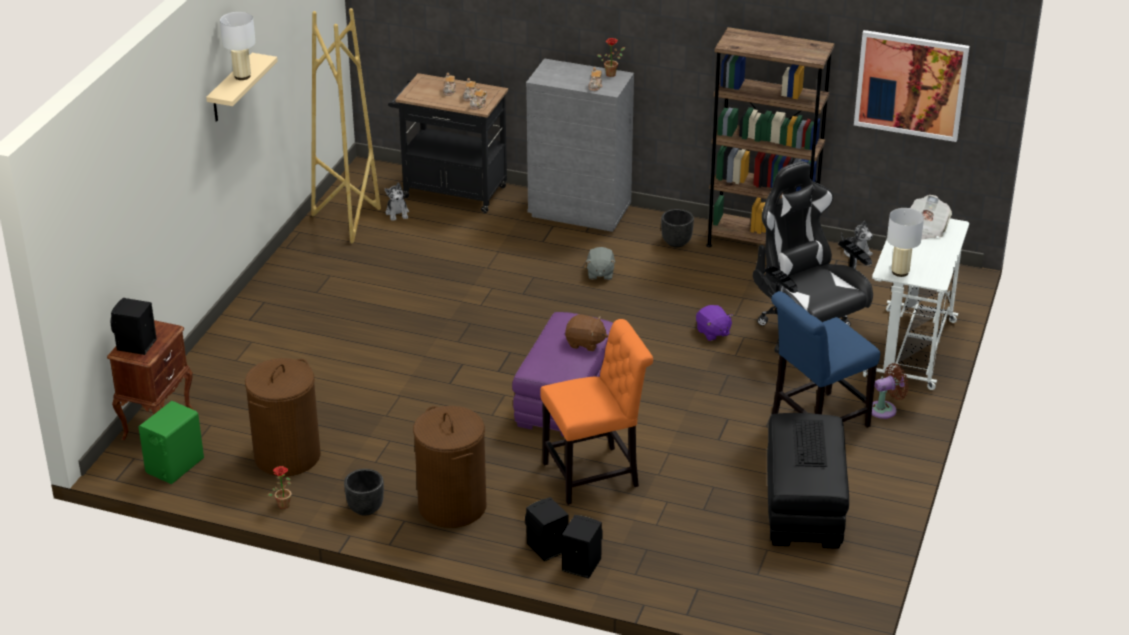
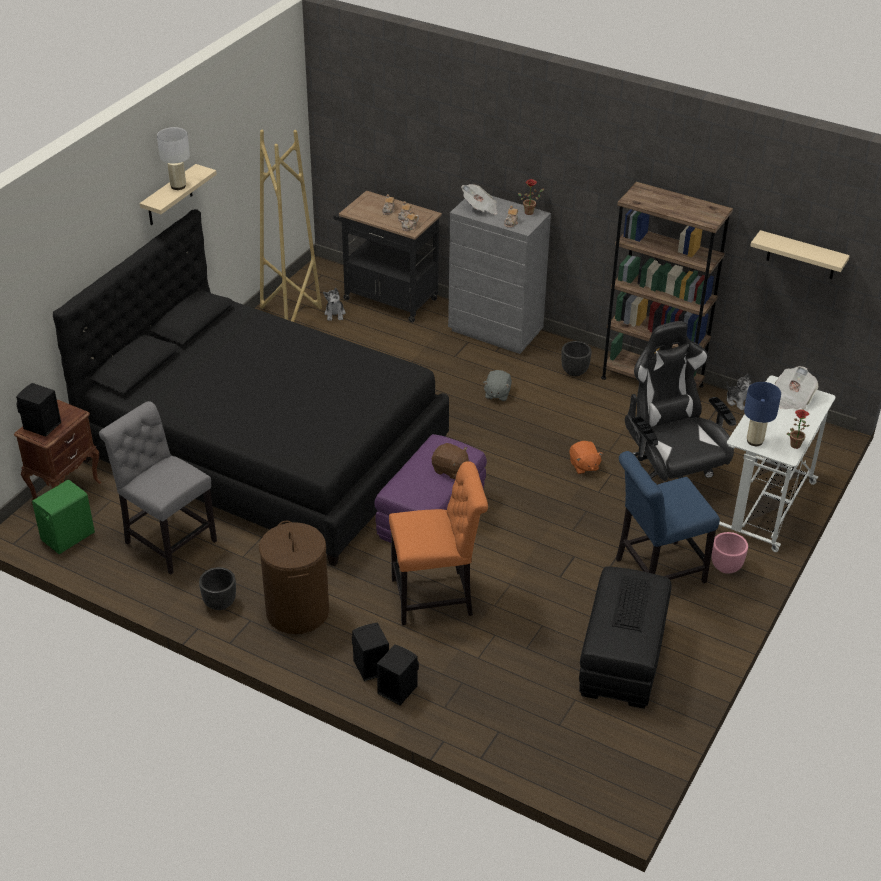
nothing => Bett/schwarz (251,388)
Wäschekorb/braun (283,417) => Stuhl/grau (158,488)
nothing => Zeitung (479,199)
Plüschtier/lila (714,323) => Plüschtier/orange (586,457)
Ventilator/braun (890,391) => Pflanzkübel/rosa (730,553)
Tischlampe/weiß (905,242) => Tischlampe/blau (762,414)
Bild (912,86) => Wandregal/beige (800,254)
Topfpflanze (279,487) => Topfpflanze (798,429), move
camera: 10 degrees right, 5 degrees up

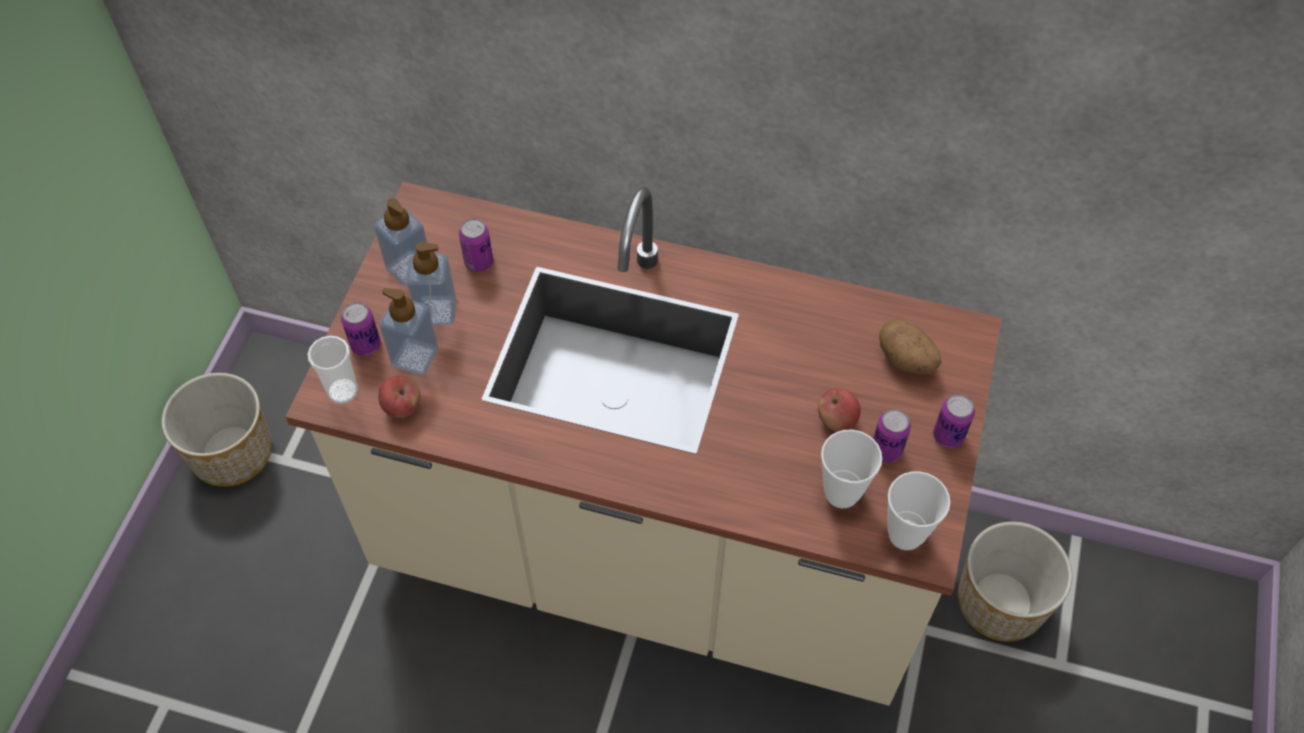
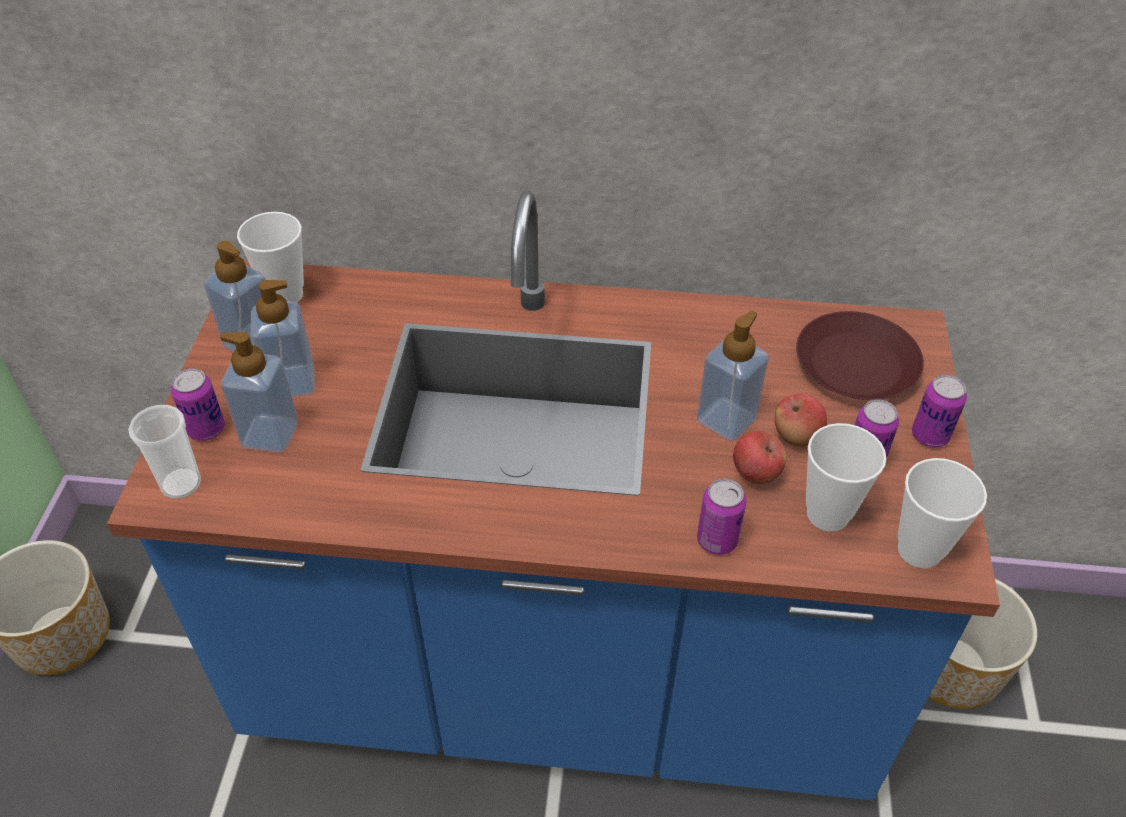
Küchenzeile/beige (643,444) => Küchenzeile/blau (553,495)
nothing => Tasse (270,257)
nothing => Seifenspender (733,376)
Dose (476,245) => Dose (721,517), move
Apfel (399,396) => Apfel (760,457), move
Kartoffel (910,347) => Teller/braun (860,355)
camera: 10 degrees left, 10 degrees down

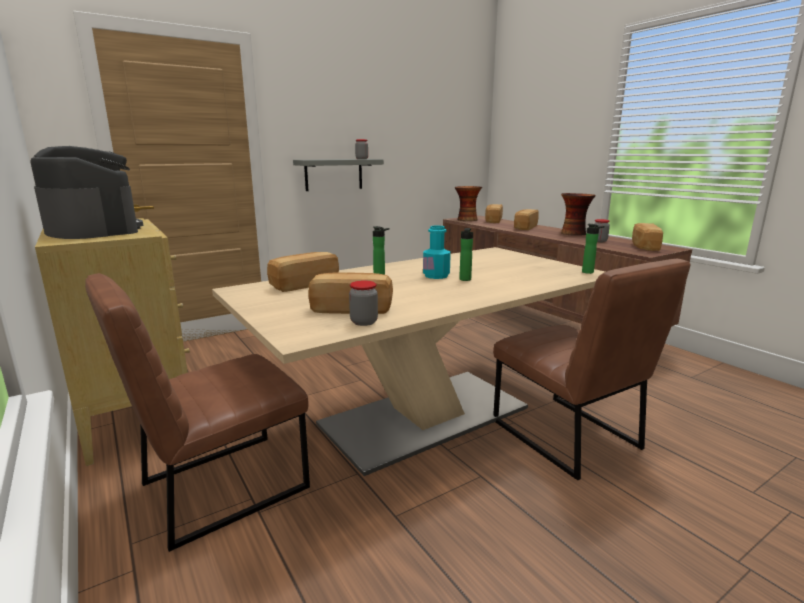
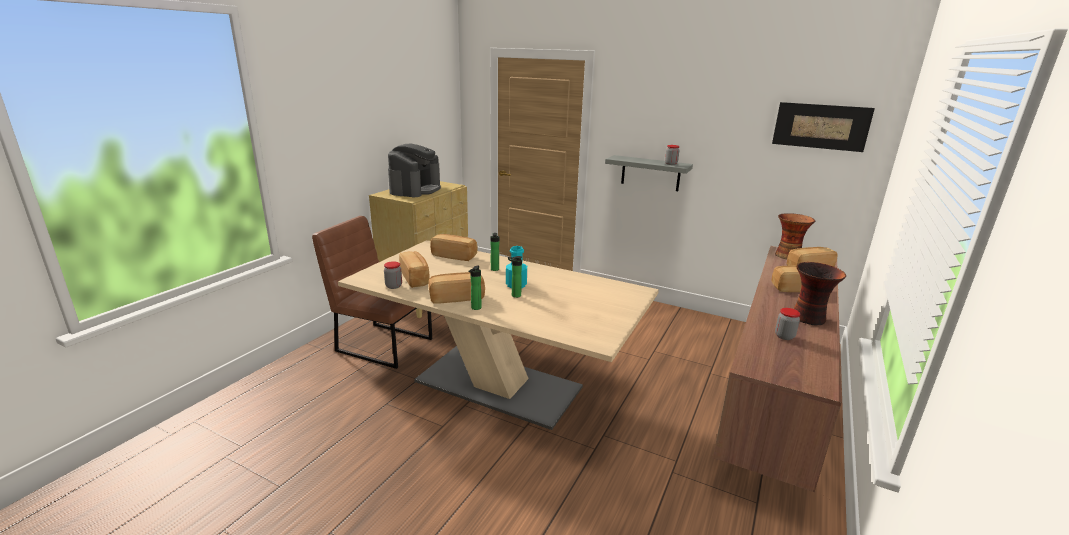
Brot (647,237) => Brot (456,288), move
Flasche (593,249) => Flasche (474,288), move
nothing => Bild (823,127)
Stuhl/braun (592,369) => nothing
camera: 60 degrees right, 5 degrees up

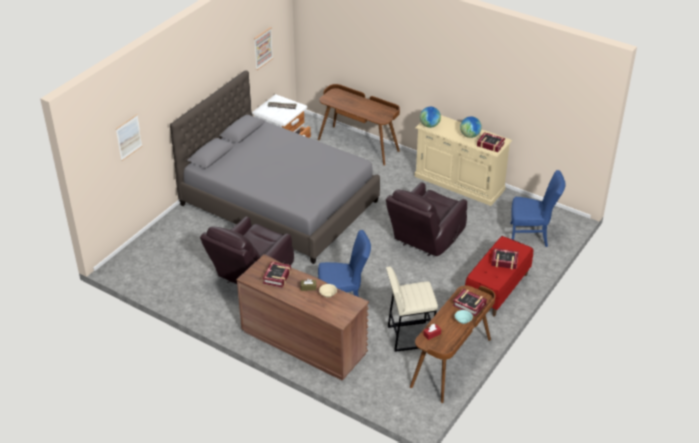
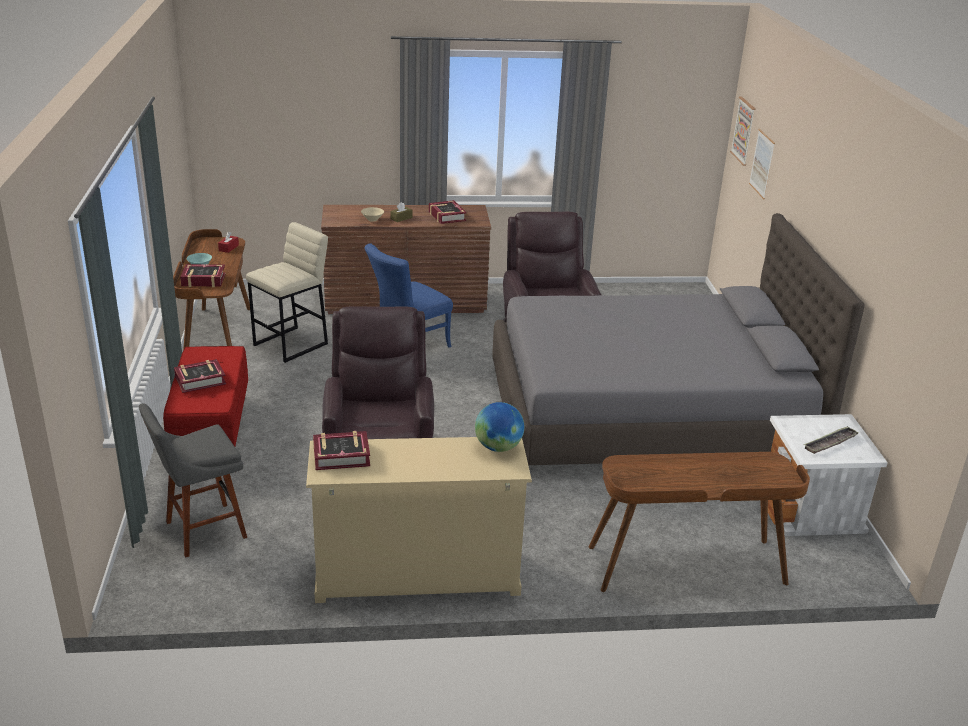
Stuhl/blau (538,208) => Hocker/grau (193,480)
Bild (263,48) => Bild (743,131), move
Globus (471,127) => nothing
camera: 140 degrees right, 10 degrees down

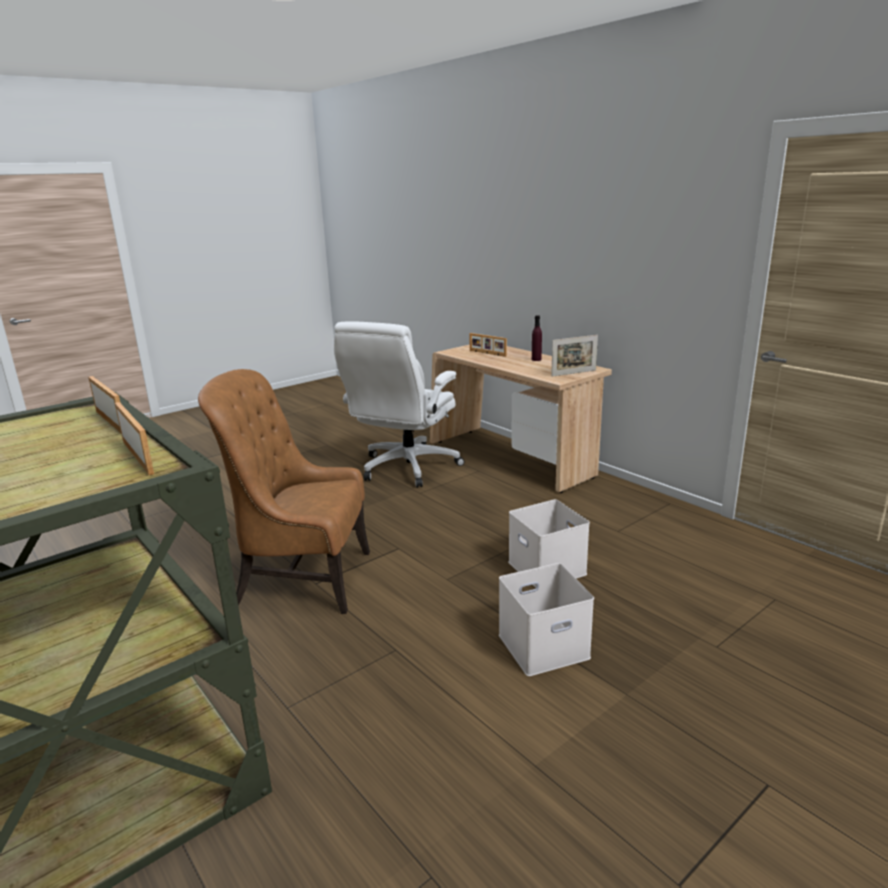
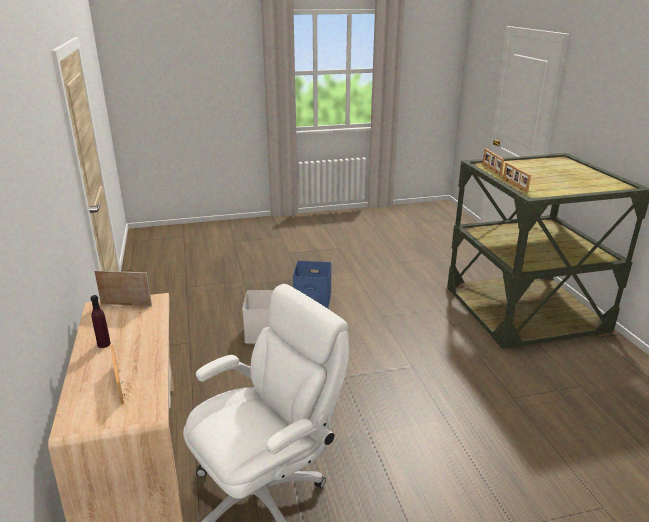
Aufbewahrungsbox/weiß (546,619) => Aufbewahrungsbox/blau (312,285)
Stuhl/braun (284,491) => nothing
camera: 155 degrees left, 5 degrees up

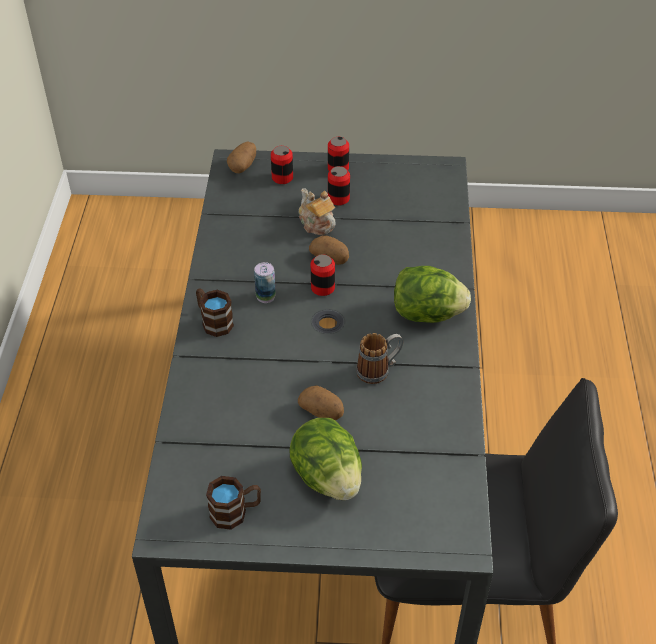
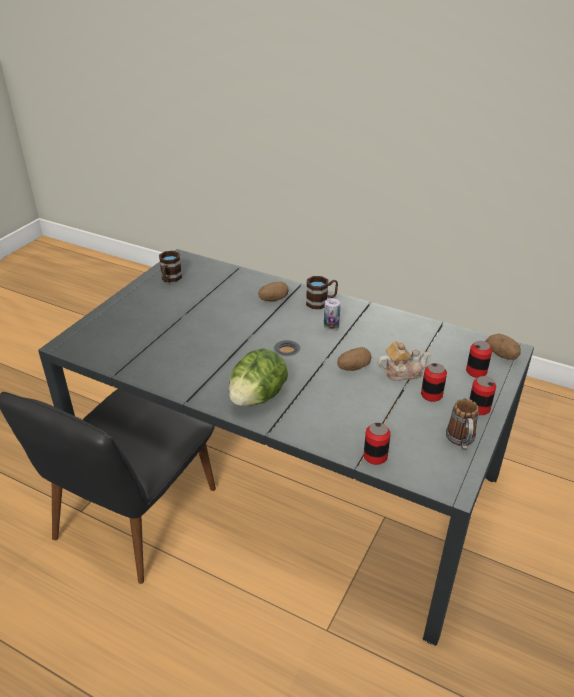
Kartoffel (321,403) => Kartoffel (274,291), move
Dose (323,275) => Dose (377,444), move
Henkelbecher (379,358) => Henkelbecher (462,424), move
Salatkopf (325,459) => nothing
camera: 115 degrees right, 10 degrees down

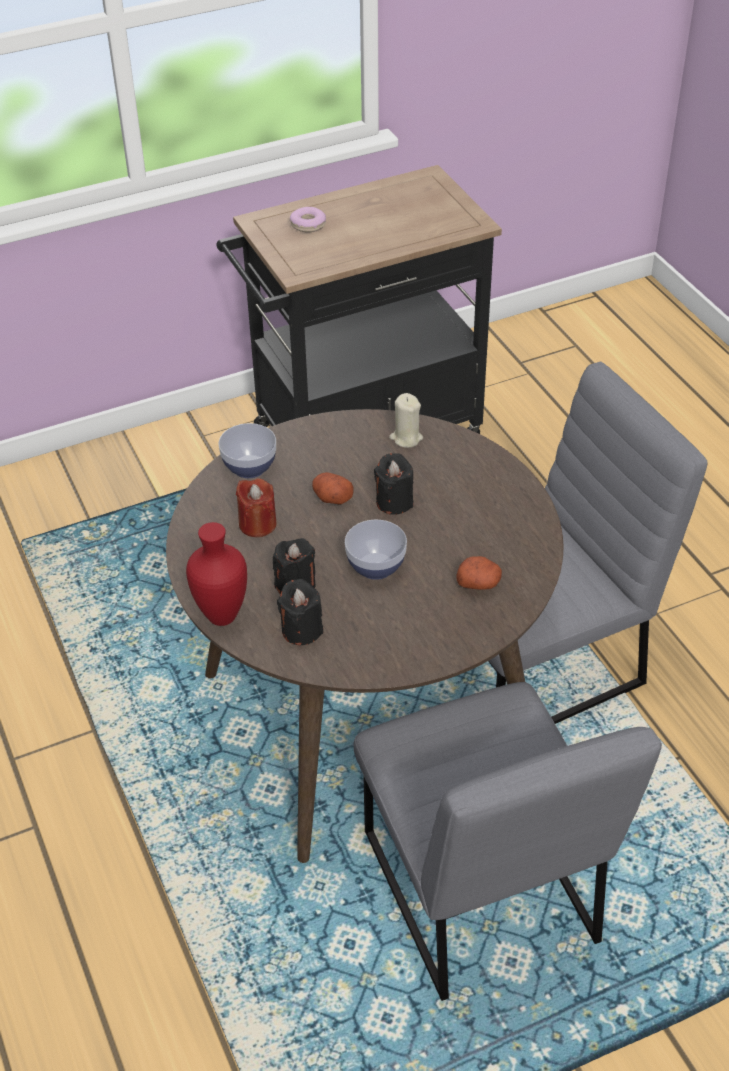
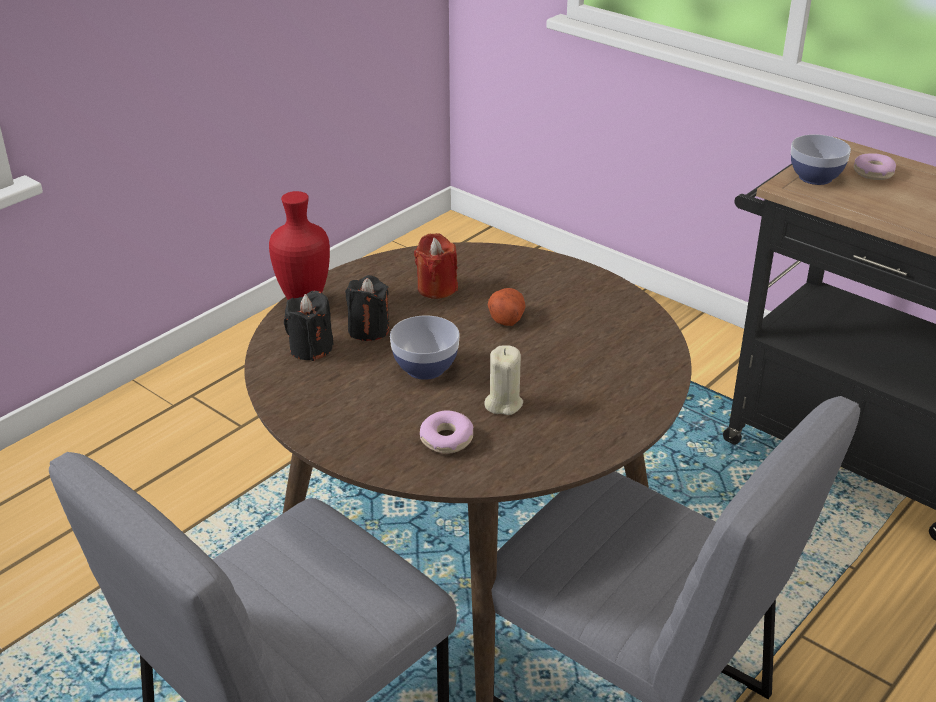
Kartoffel (479,573) => Donut (446,432)
Kerze/beige (406,420) => Kerze/beige (504,380), move
Schüssel (247,450) => Schüssel (821,159), move
Kerze/schwarz (394,484) => nothing
camera: 65 degrees right, 10 degrees down

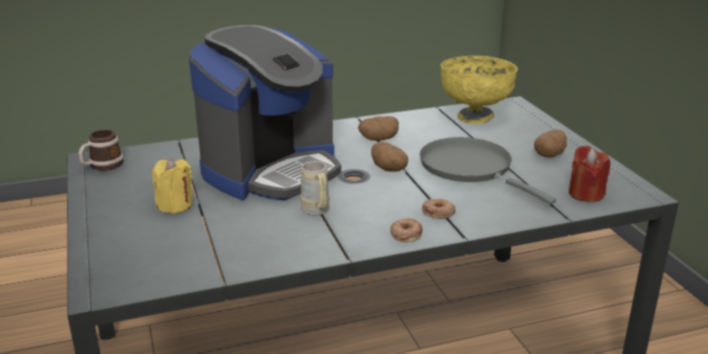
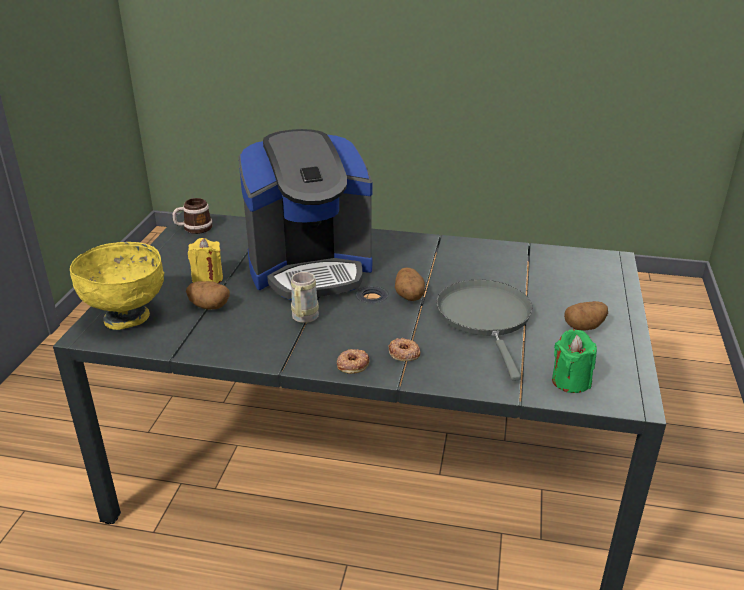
Schüssel/gelb (479,90) => Schüssel/gelb (117,286), move
Kartoffel (378,128) => Kartoffel (208,295), move
Kerze/rot (590,174) => Kerze/grün (574,361)
camera: 30 degrees right, 5 degrees up

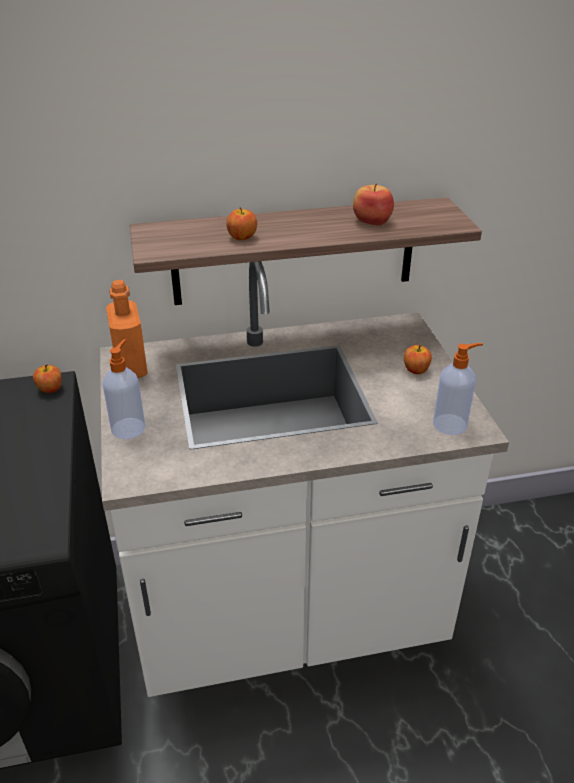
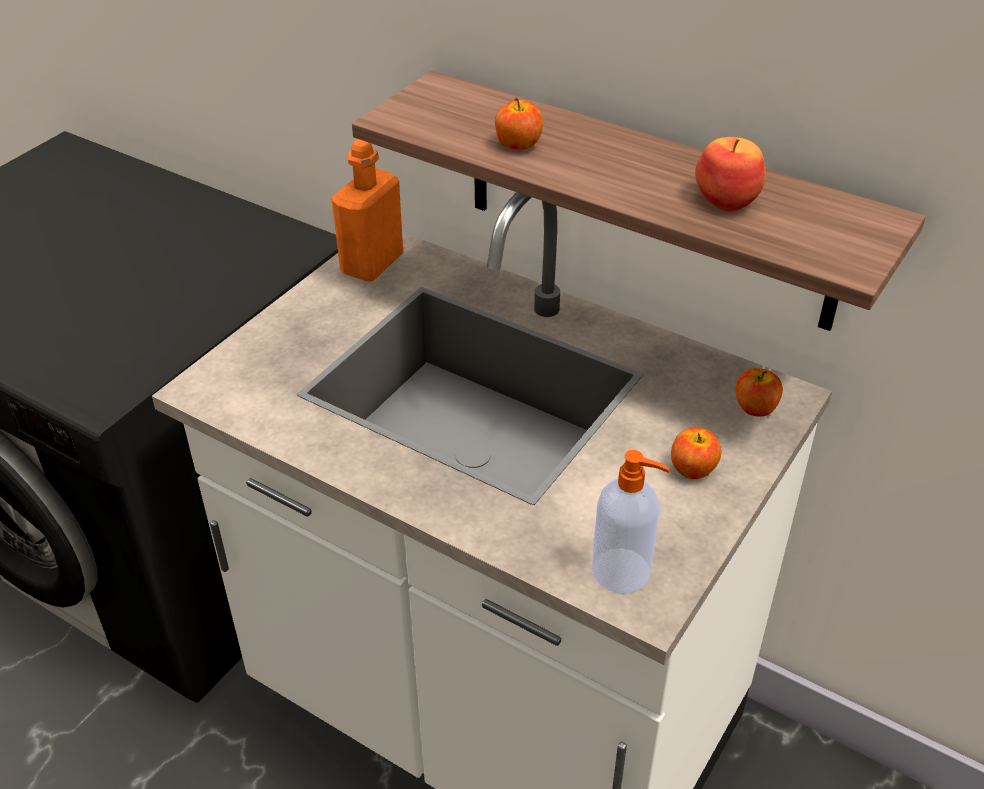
Apfel (47,379) => Apfel (759,392), move
Seifenspender (124,389) => nothing
camera: 45 degrees right, 5 degrees up

